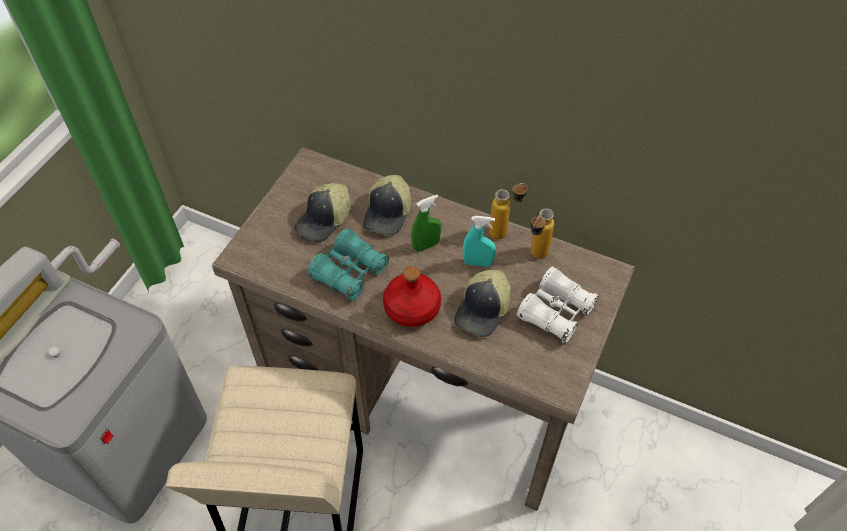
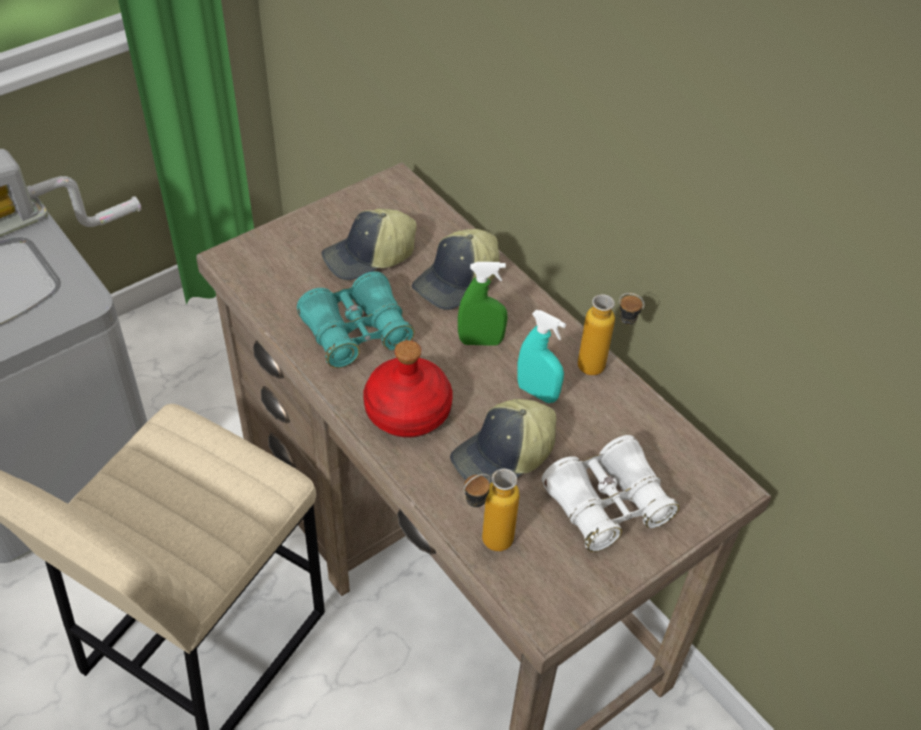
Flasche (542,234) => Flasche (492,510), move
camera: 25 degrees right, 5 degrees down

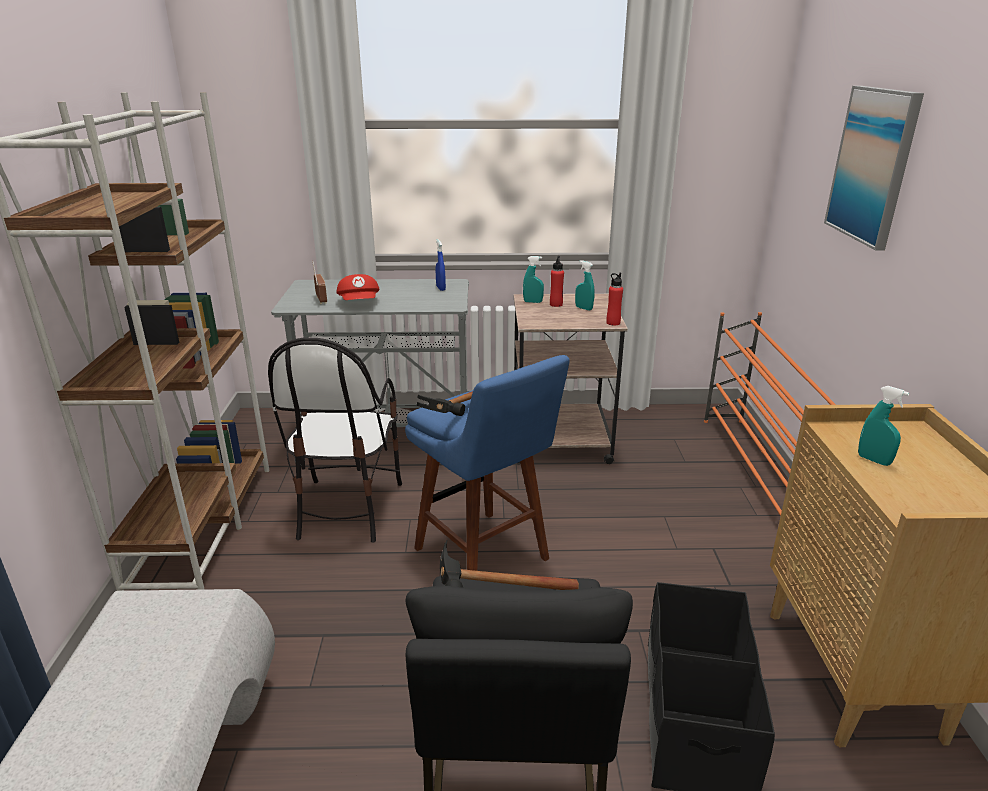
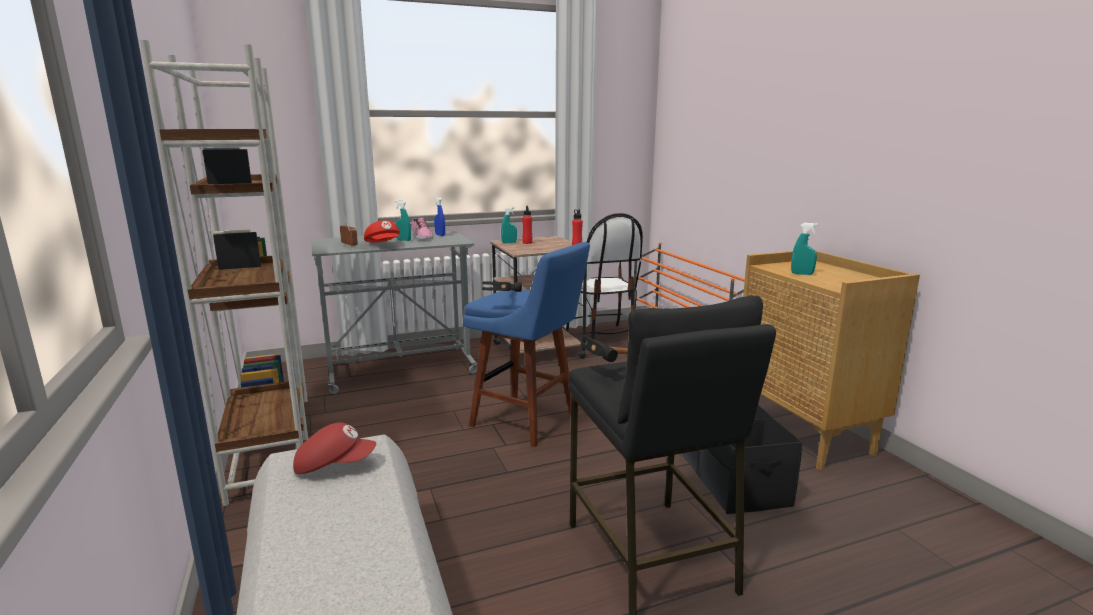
nothing => Kappe/rot (334,448)
Sprühflasche/türkis (585,285) => Sprühflasche/türkis (403,220), move
nothing => Schuh (422,229)
Stuhl (335,440) => Stuhl (604,276), move
Bild (874,168) => nothing
camera: 20 degrees left, 10 degrees down

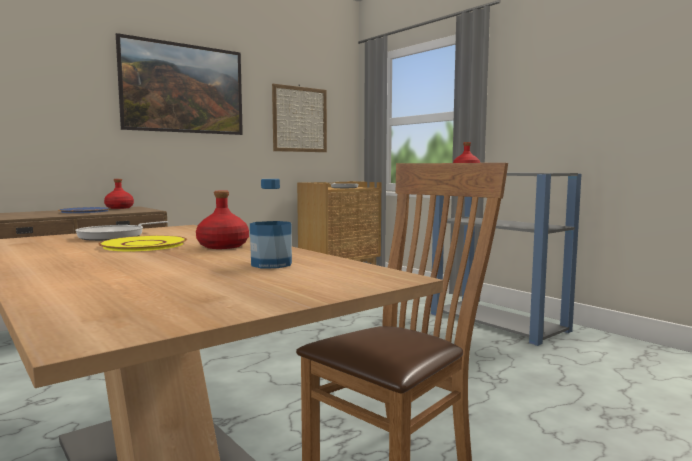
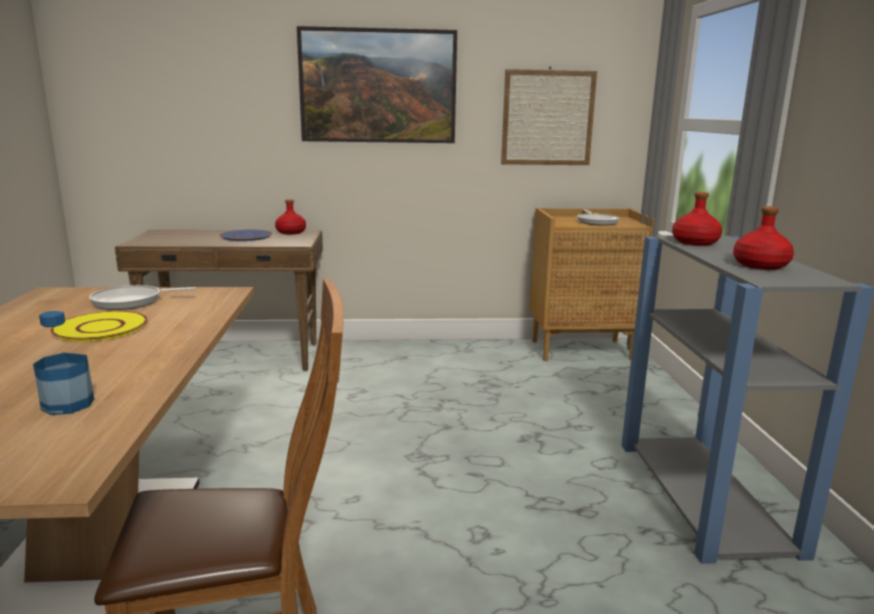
Flasche/rot (222,220) => Flasche/rot (763,238), move
camera: 35 degrees right, 10 degrees up

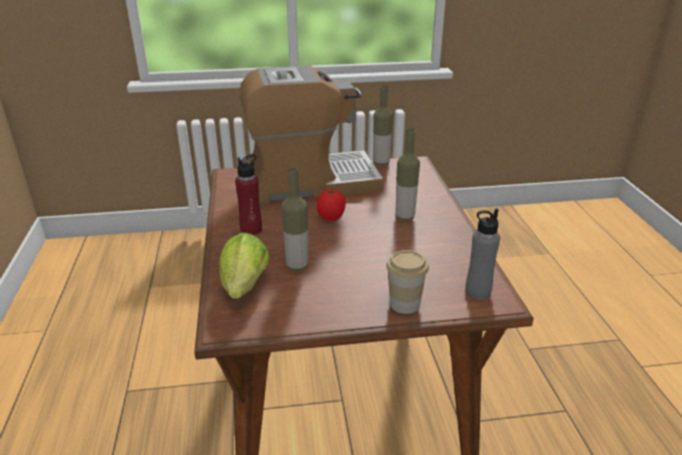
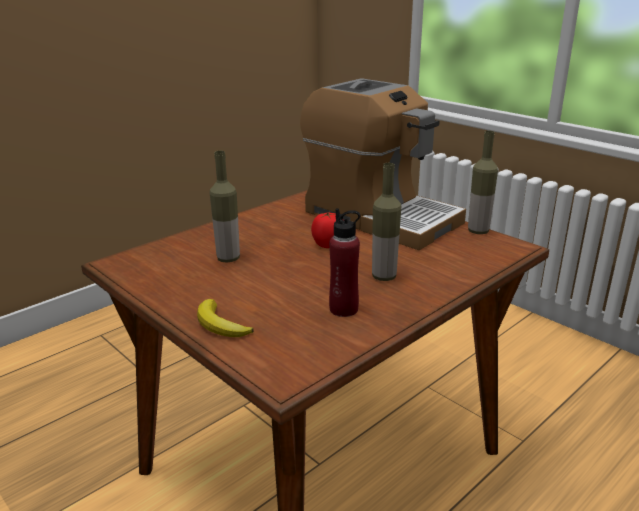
Tasse (407,282) => Banane (225,318)
Flasche/rot (248,194) => Flasche/rot (344,262), move
Salatkopf (244,265) => nothing
Flasche/grau (482,254) => nothing
camera: 55 degrees right, 5 degrees down

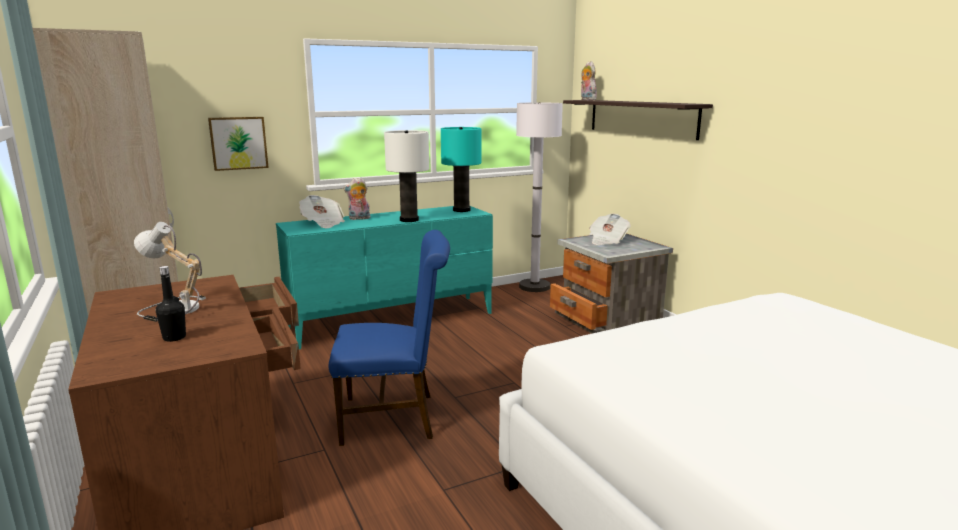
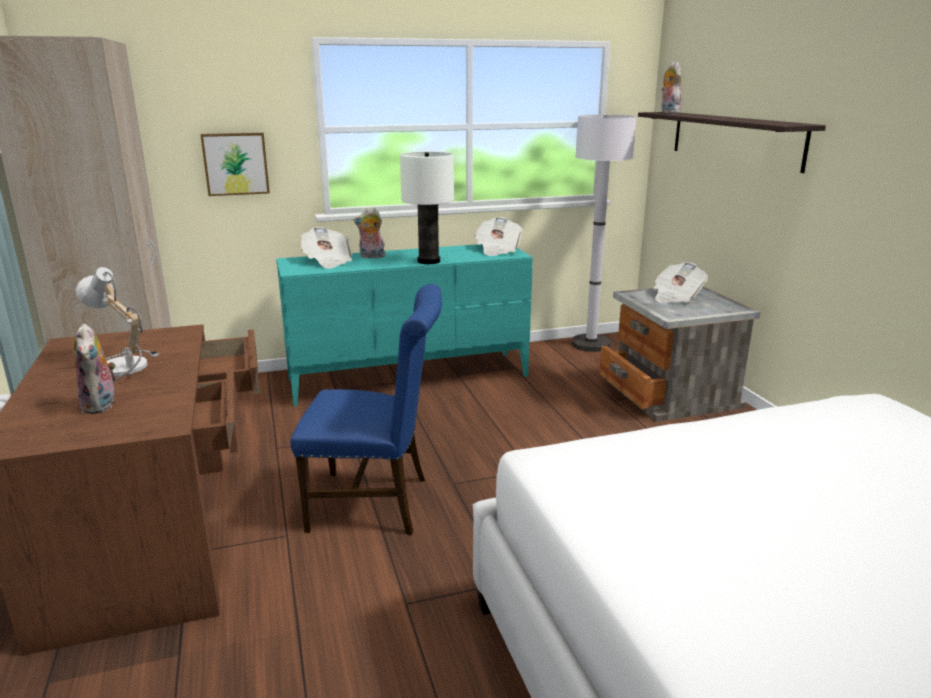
Flasche/schwarz (171,304) => Plüschtier (95,368)
Tischlampe/türkis (461,169) => Zeitung (499,236)
camera: 10 degrees right, 5 degrees up

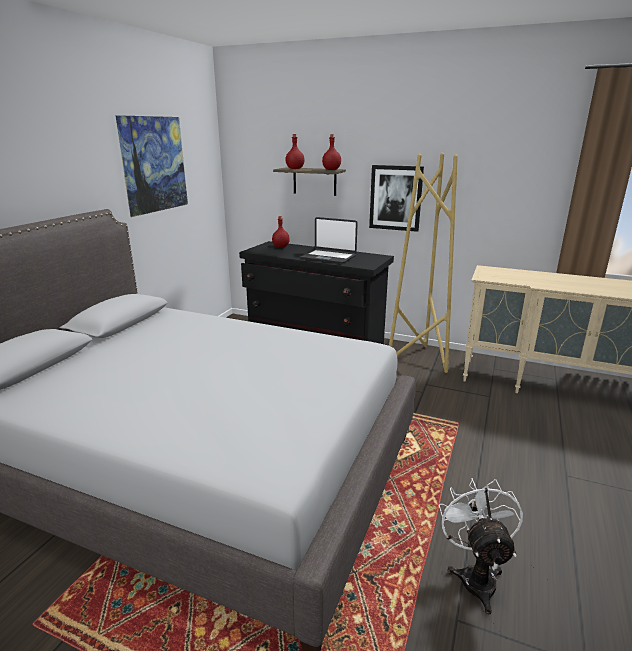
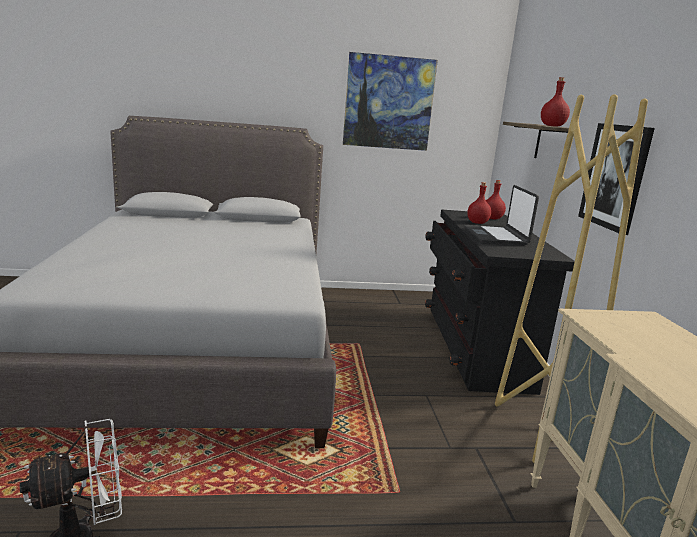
Flasche/rot (295,151) => Flasche/rot (479,203), move
camera: 60 degrees right, 5 degrees down

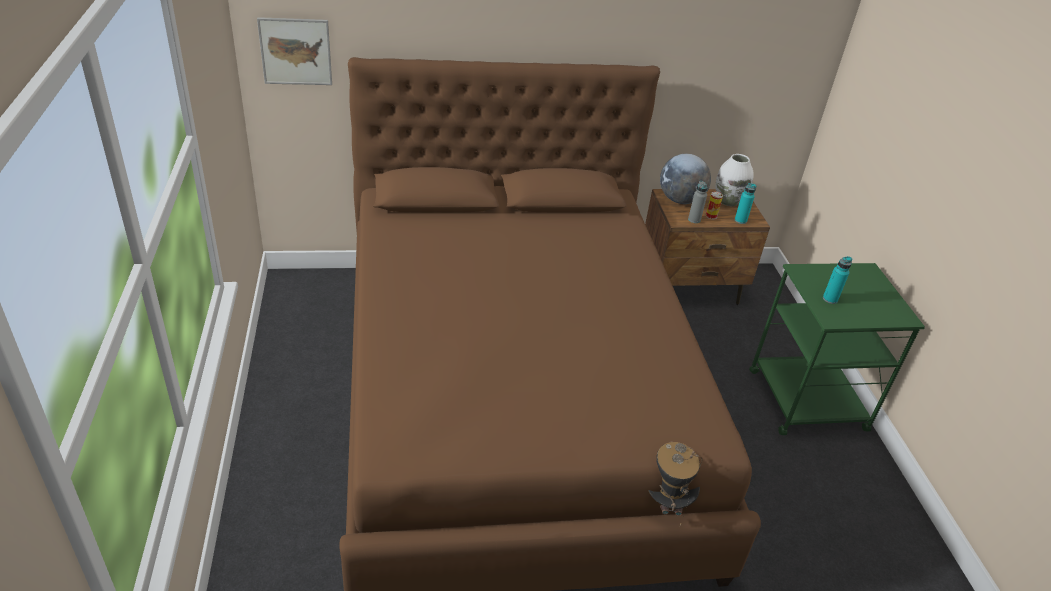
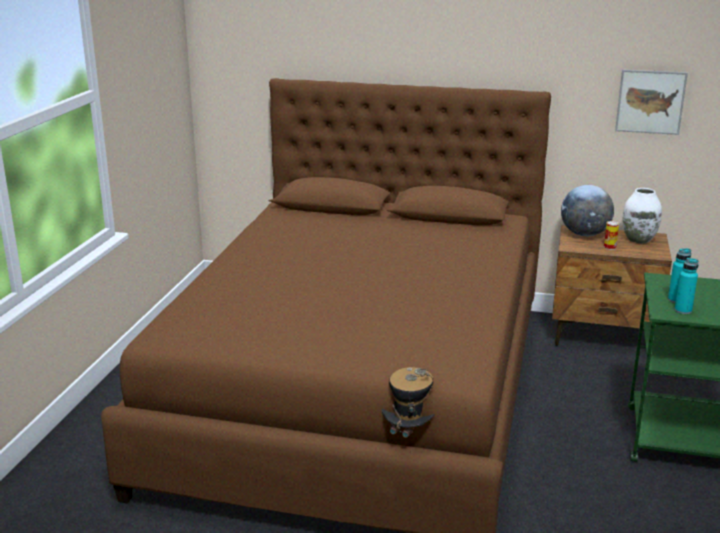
Bild (294,51) => Bild (651,102), move
Flasche/türkis (746,203) => Flasche/türkis (686,286), move
Flasche/grau (697,202) => nothing
camera: 25 degrees right, 15 degrees down

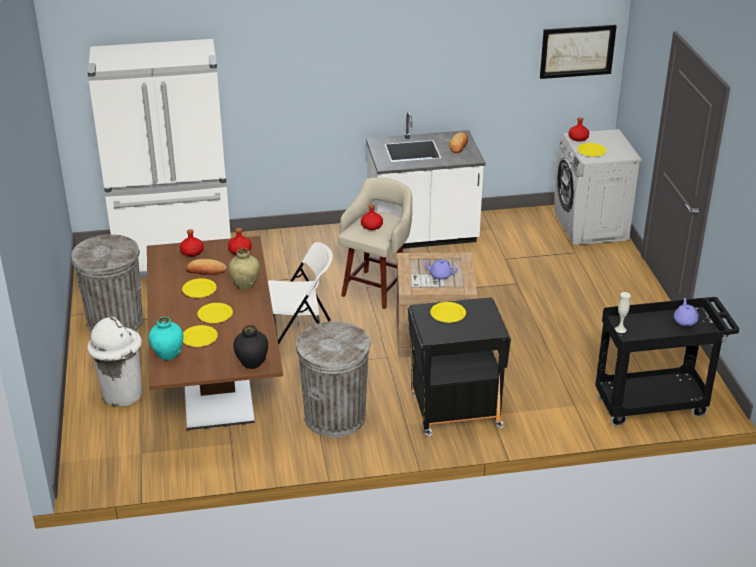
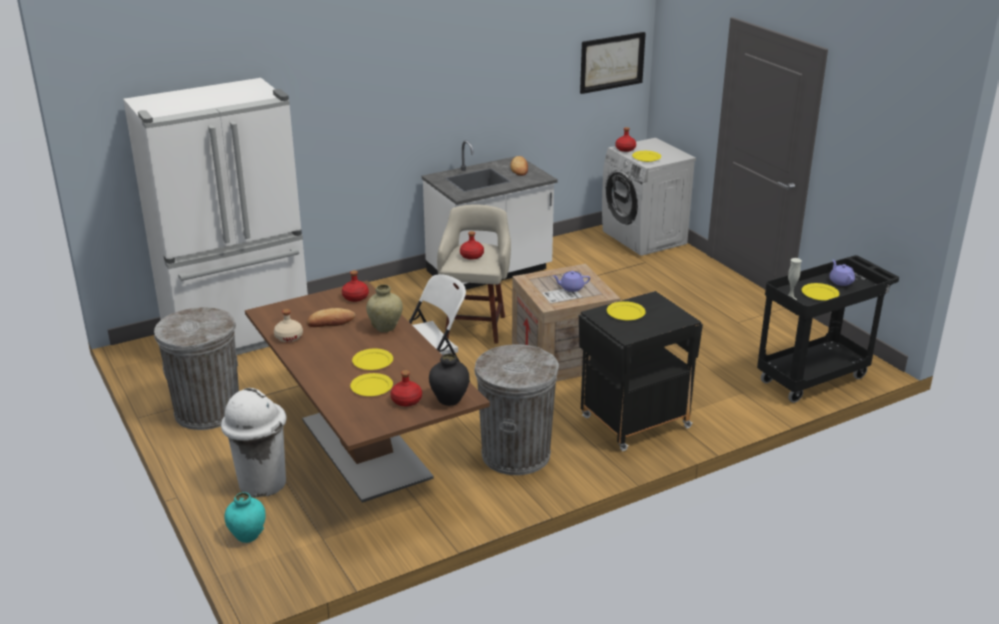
Vase/türkis (166,338) => Vase/türkis (245,517), move
nothing => Flasche/beige (288,325)
Flasche/rot (192,242) => Flasche/rot (406,388), move
Teller/gelb (199,288) => Teller/gelb (820,292), move
camera: 20 degrees left, 5 degrees down

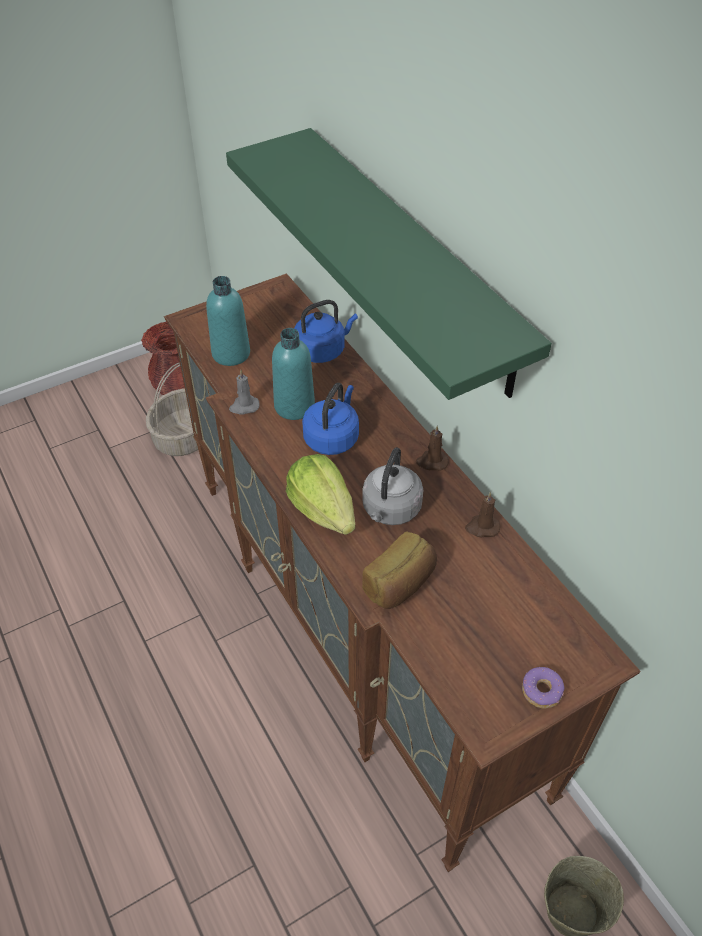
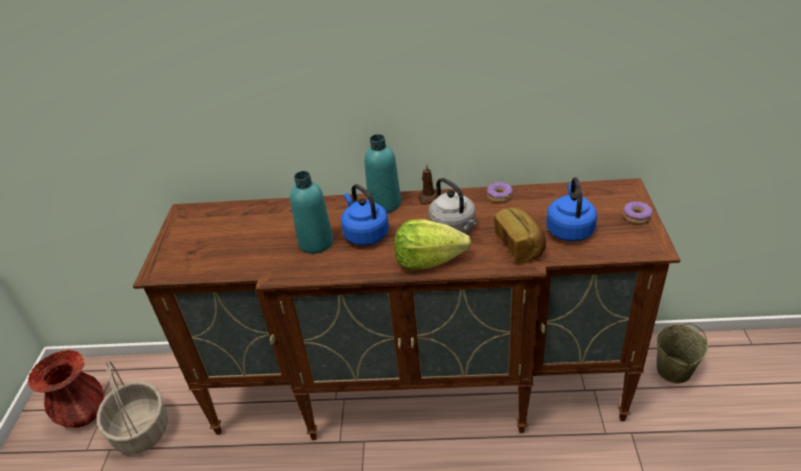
Flasche/türkis (228,321) => Flasche/türkis (382,173), move
Kerze/braun (482,515) => Donut (500,192)
Wasserkessel/blau (326,331) => Wasserkessel/blau (571,209), move
Wandregal/grün (389,264) => nothing
Kerze/grau (244,392) => nothing
camera: 55 degrees left, 10 degrees down

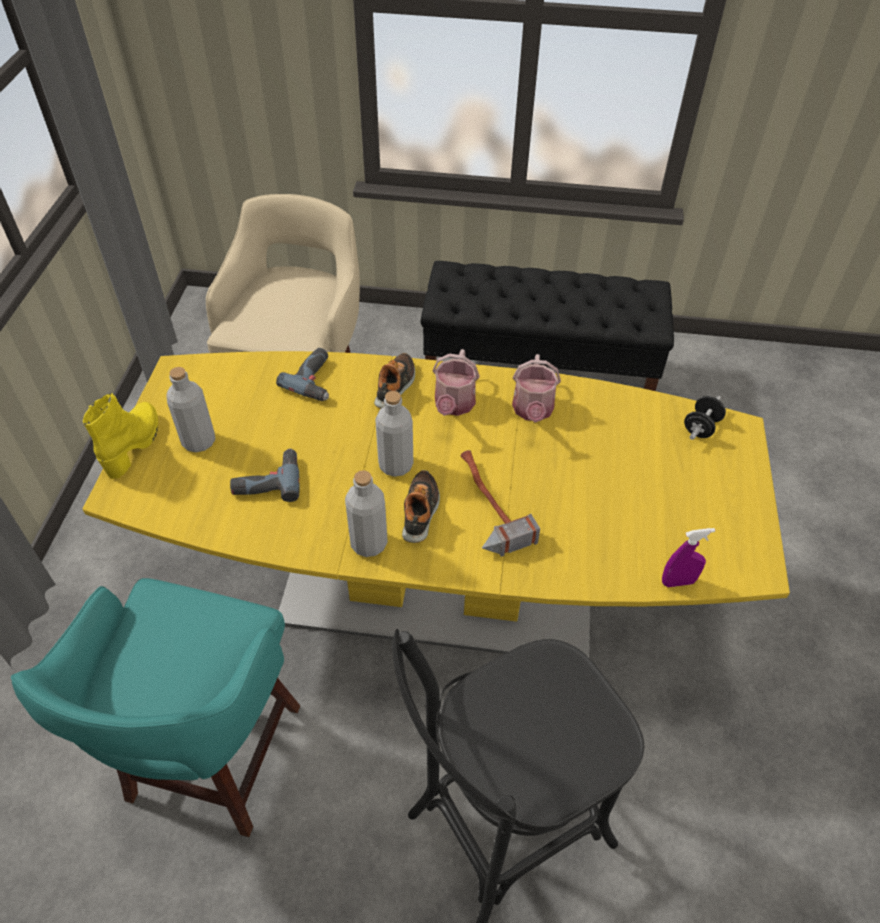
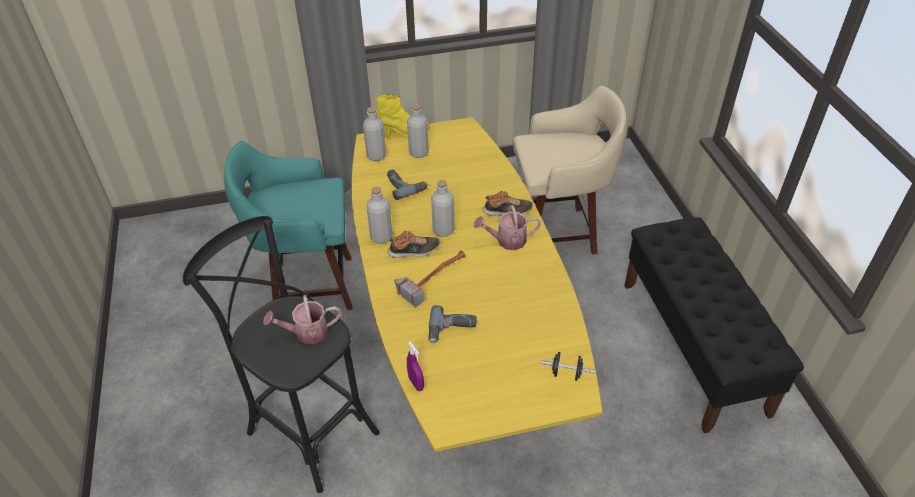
Gießkanne (536,388) => Gießkanne (302,319), move
nothing => Flasche/grau (374,134)
Bohrmaschine (302,374) => Bohrmaschine (452,324), move
camera: 70 degrees right, 5 degrees down

